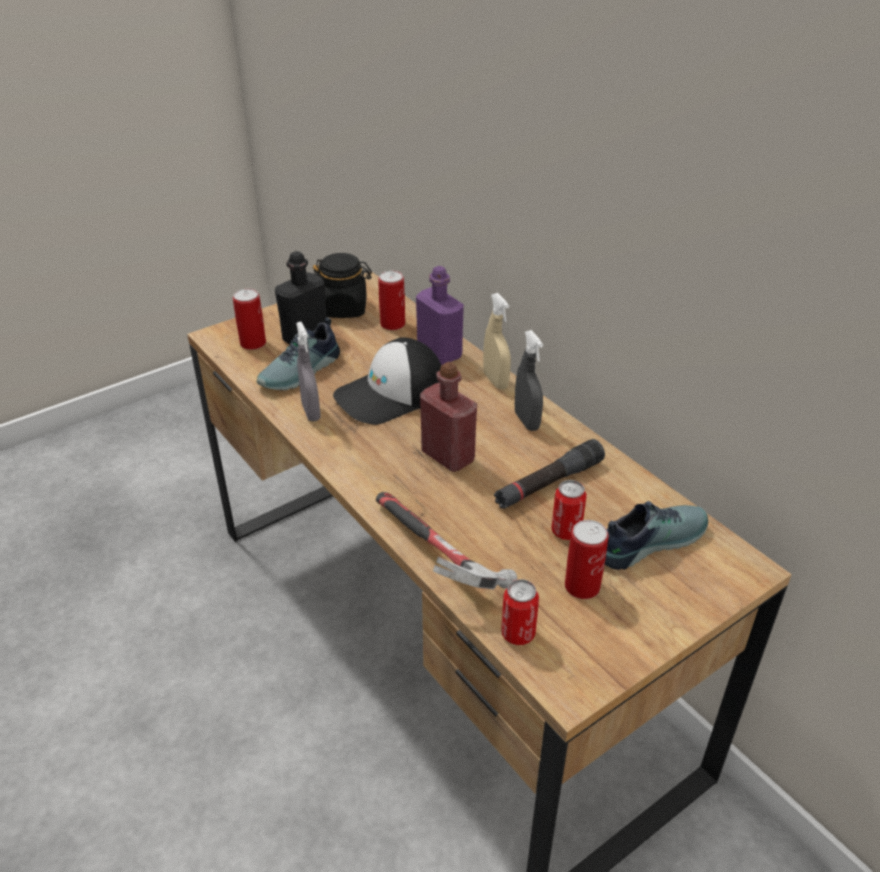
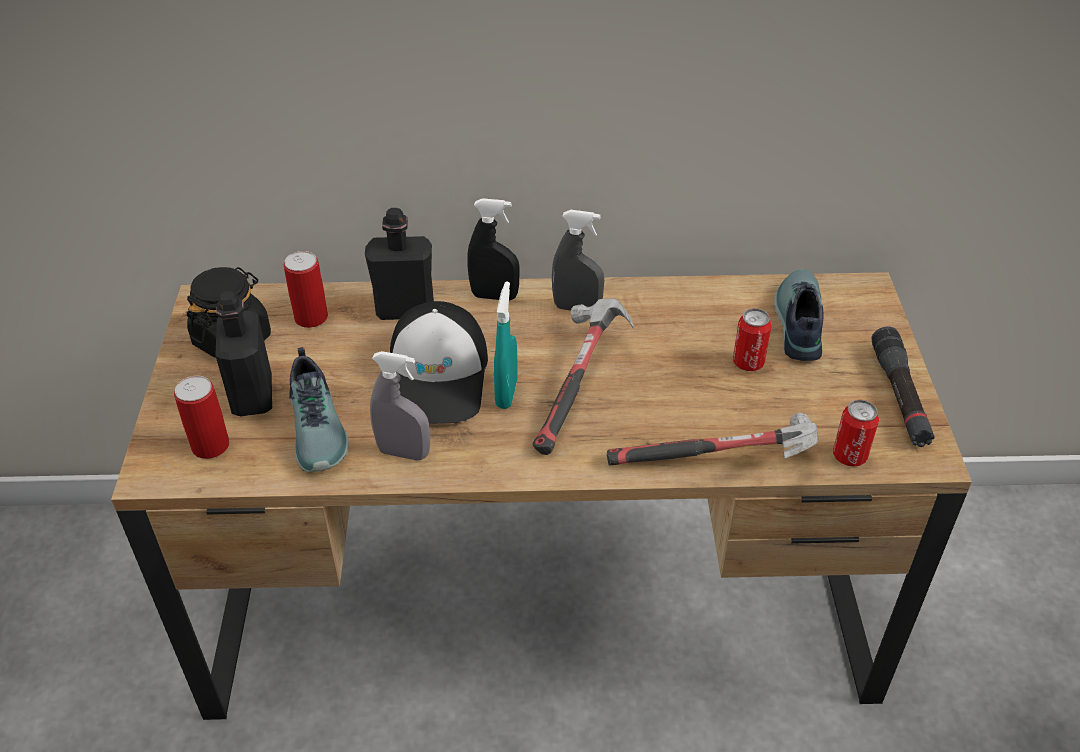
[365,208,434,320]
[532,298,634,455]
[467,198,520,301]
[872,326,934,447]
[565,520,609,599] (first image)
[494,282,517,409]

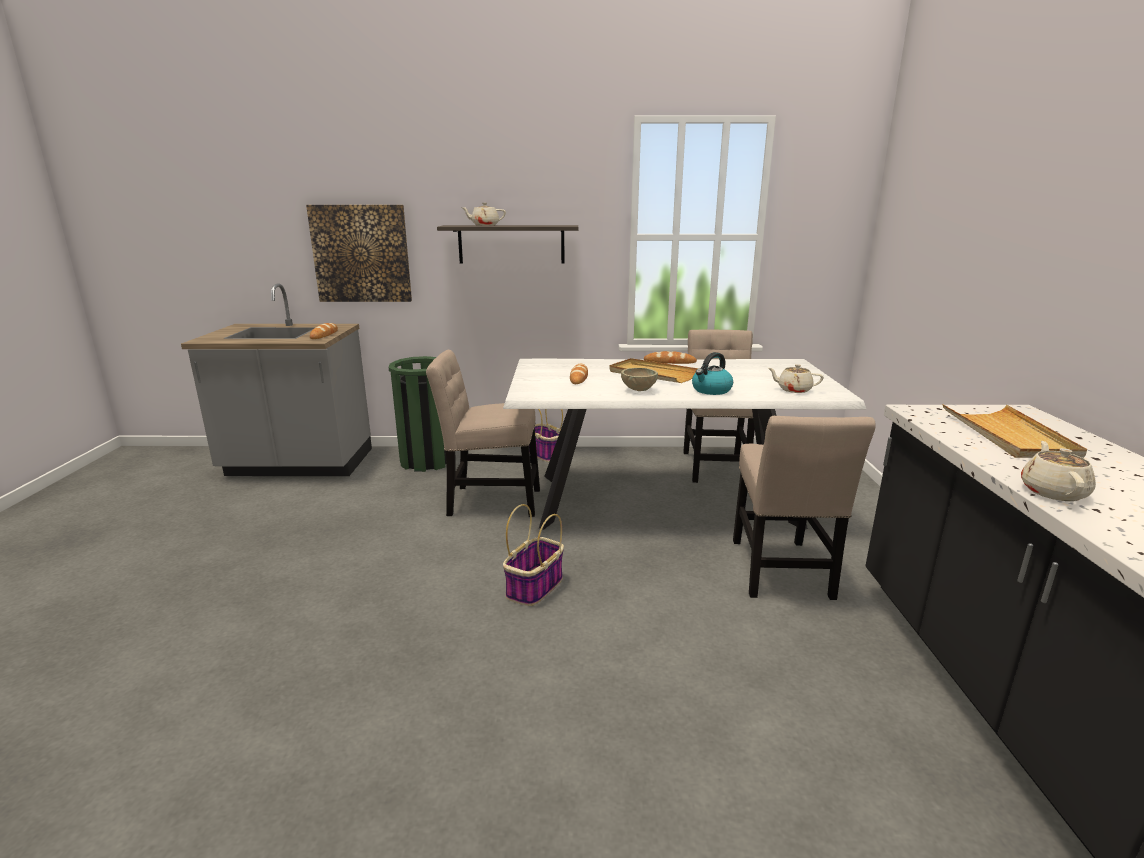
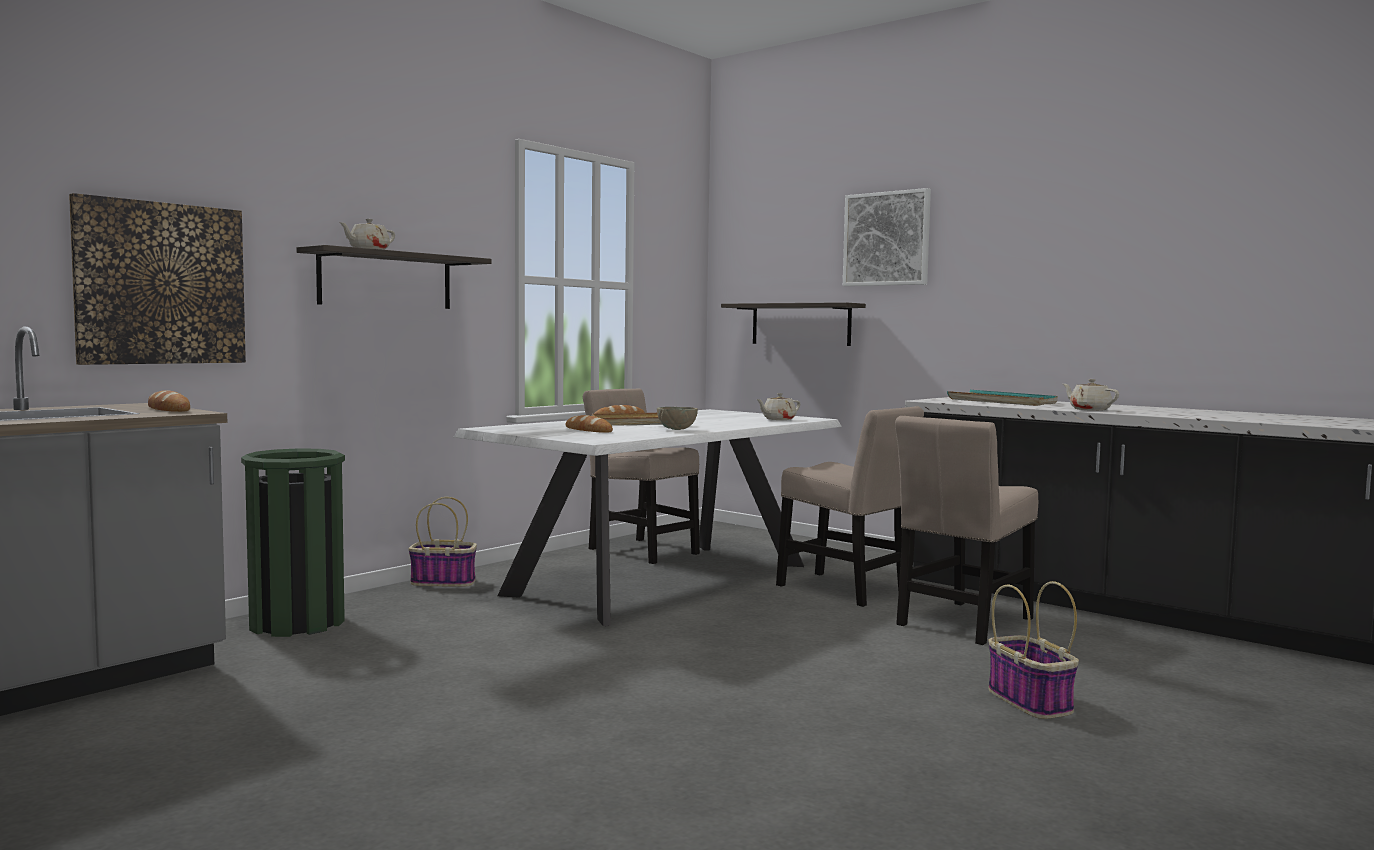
[895,416,1038,645]
[988,581,1079,719]
[692,352,733,395] (first image)
[947,390,1057,406]
[721,302,866,346]
[843,188,931,286]

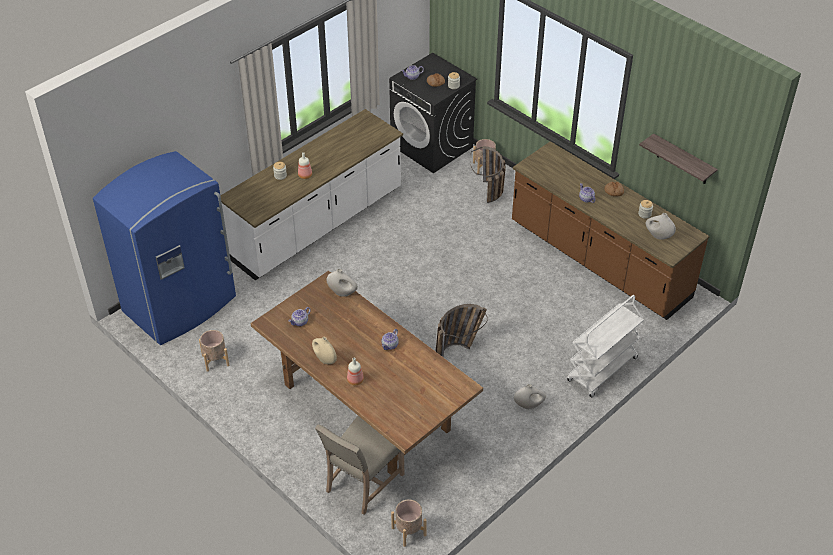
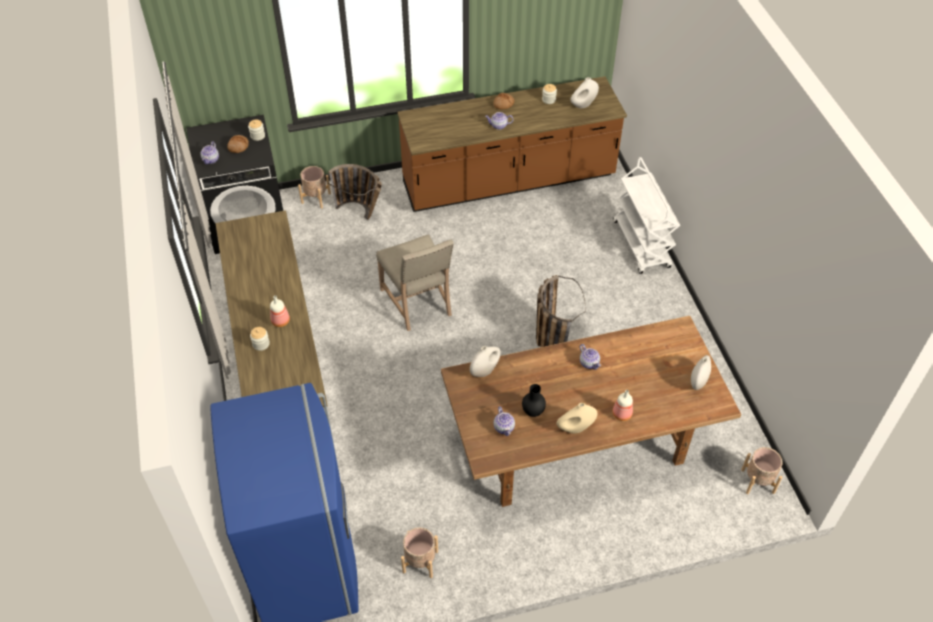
[376,234,454,331]
[691,355,711,390]
[639,133,718,184] (first image)
[522,384,546,417]

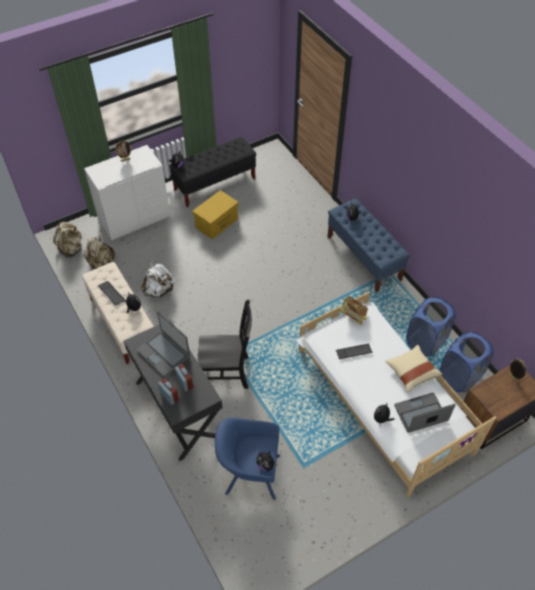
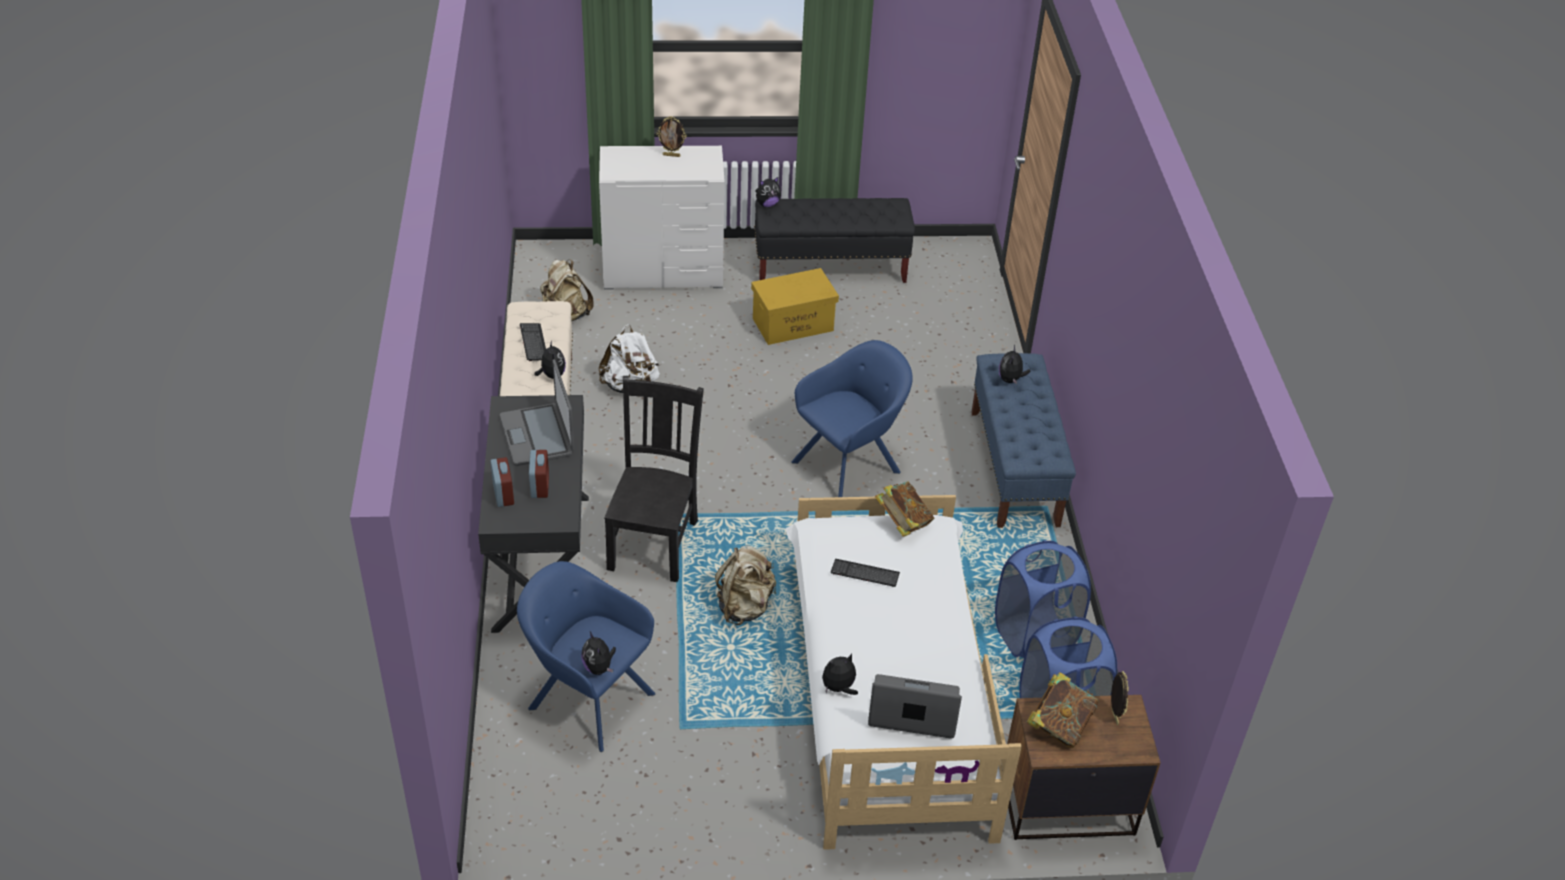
[715,545,776,625]
[604,376,704,582]
[385,345,442,392] (first image)
[791,340,913,497]
[1027,672,1098,748]

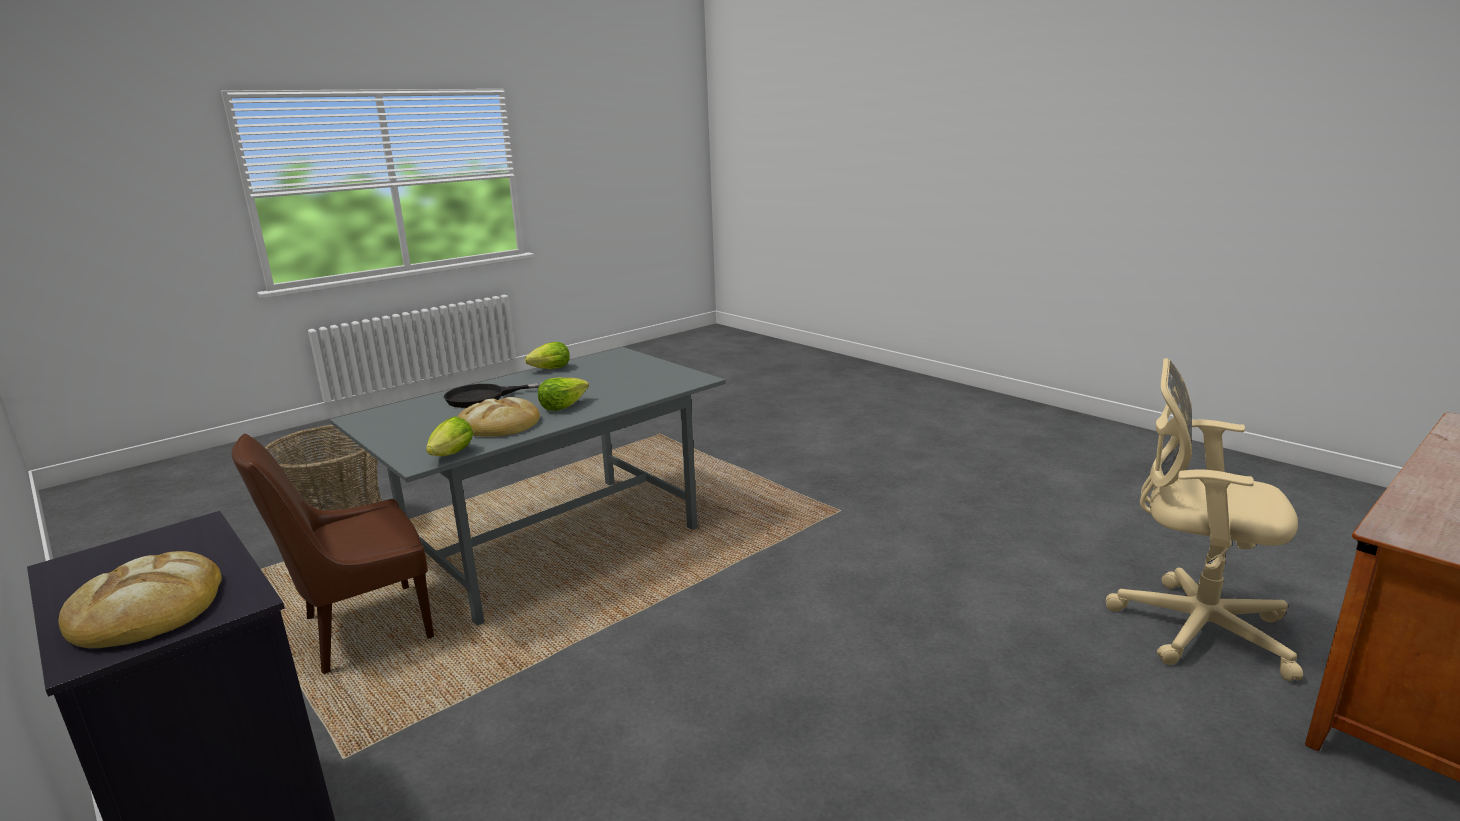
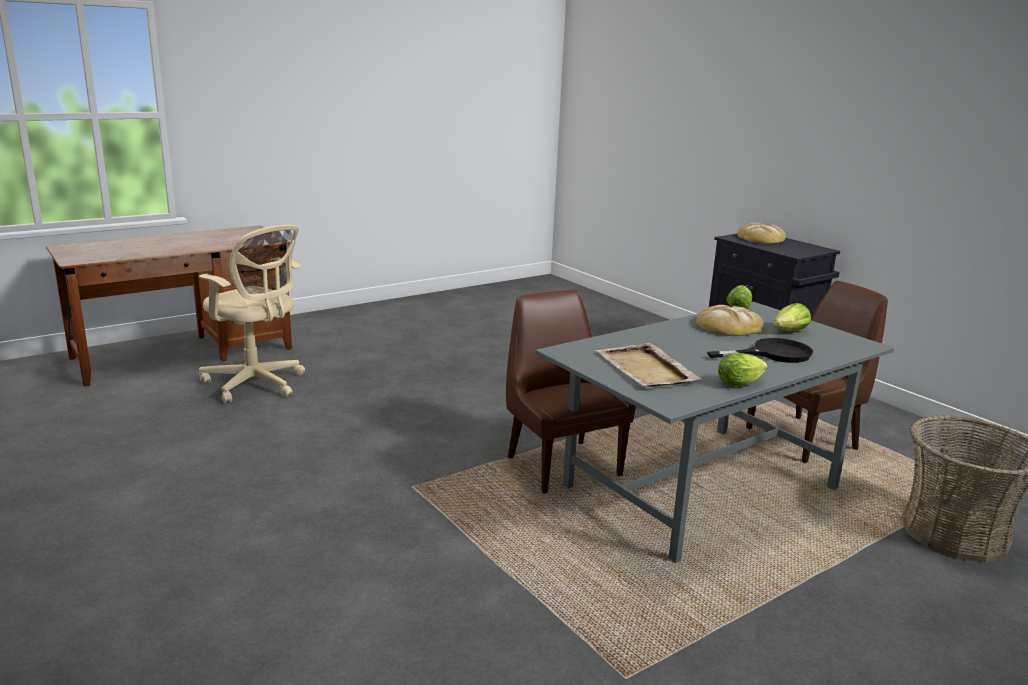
[773,303,811,331]
[506,290,636,494]
[596,343,701,387]

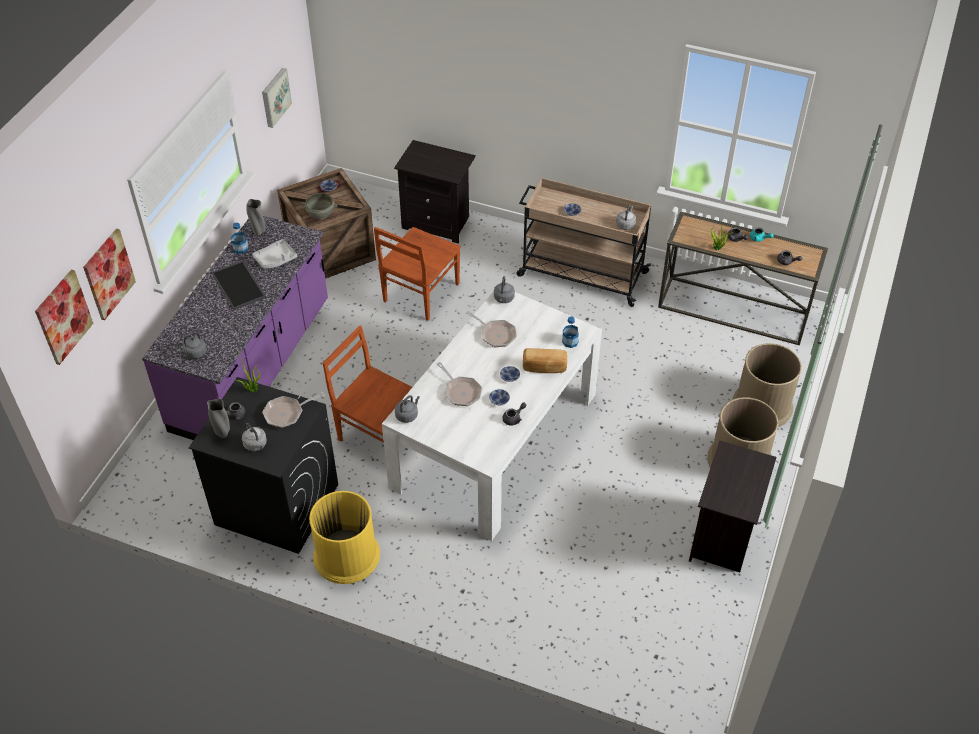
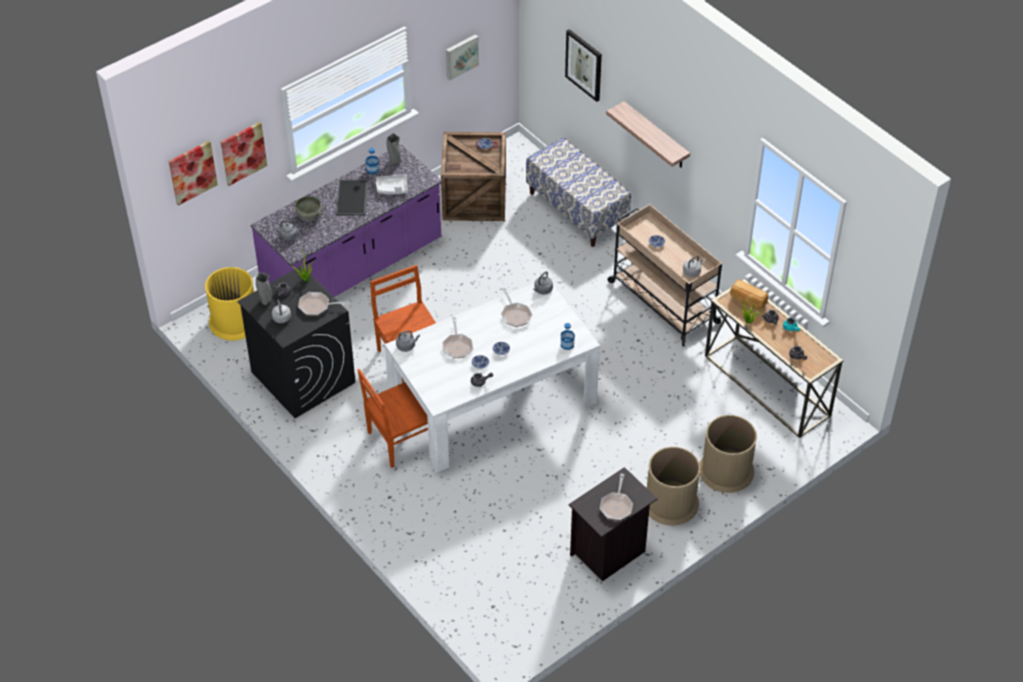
[295,196,322,221]
[205,267,254,340]
[358,369,428,468]
[526,138,631,247]
[730,279,768,310]
[565,29,602,102]
[600,474,633,520]
[606,101,690,167]

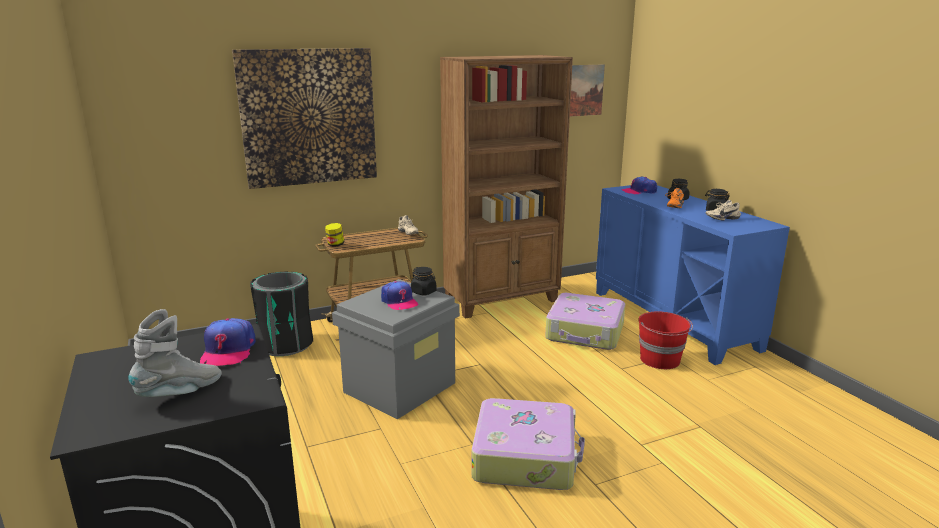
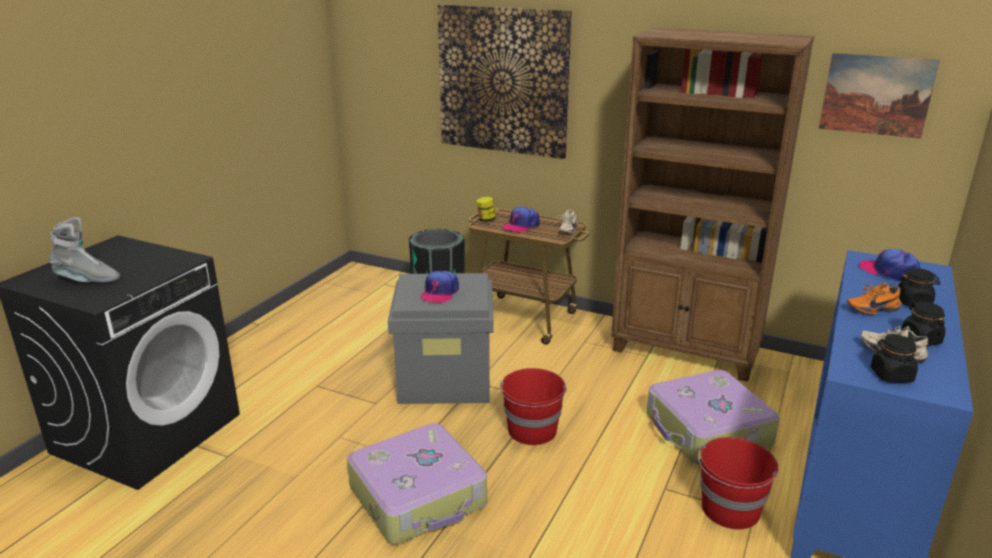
[502,207,540,233]
[871,334,918,383]
[500,368,567,445]

